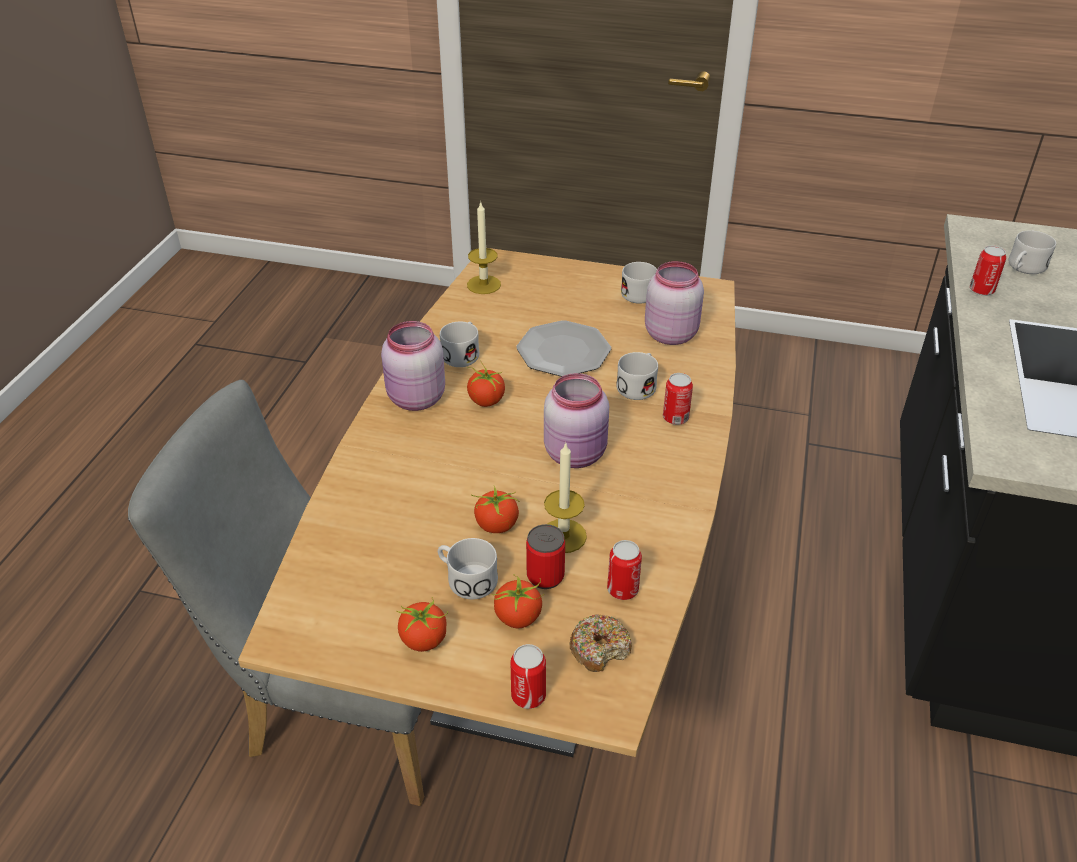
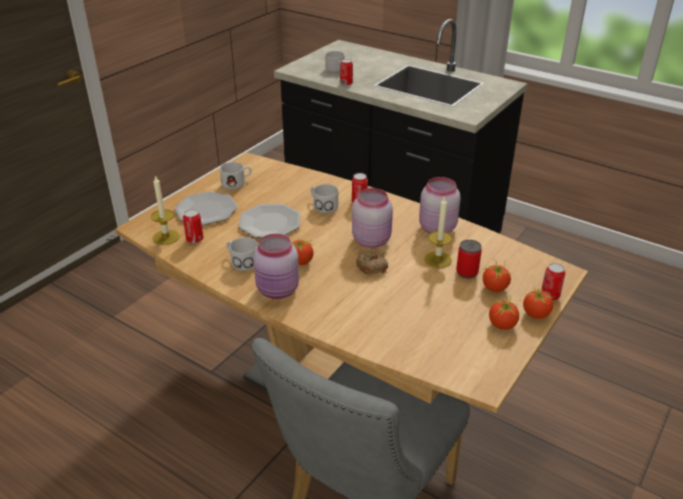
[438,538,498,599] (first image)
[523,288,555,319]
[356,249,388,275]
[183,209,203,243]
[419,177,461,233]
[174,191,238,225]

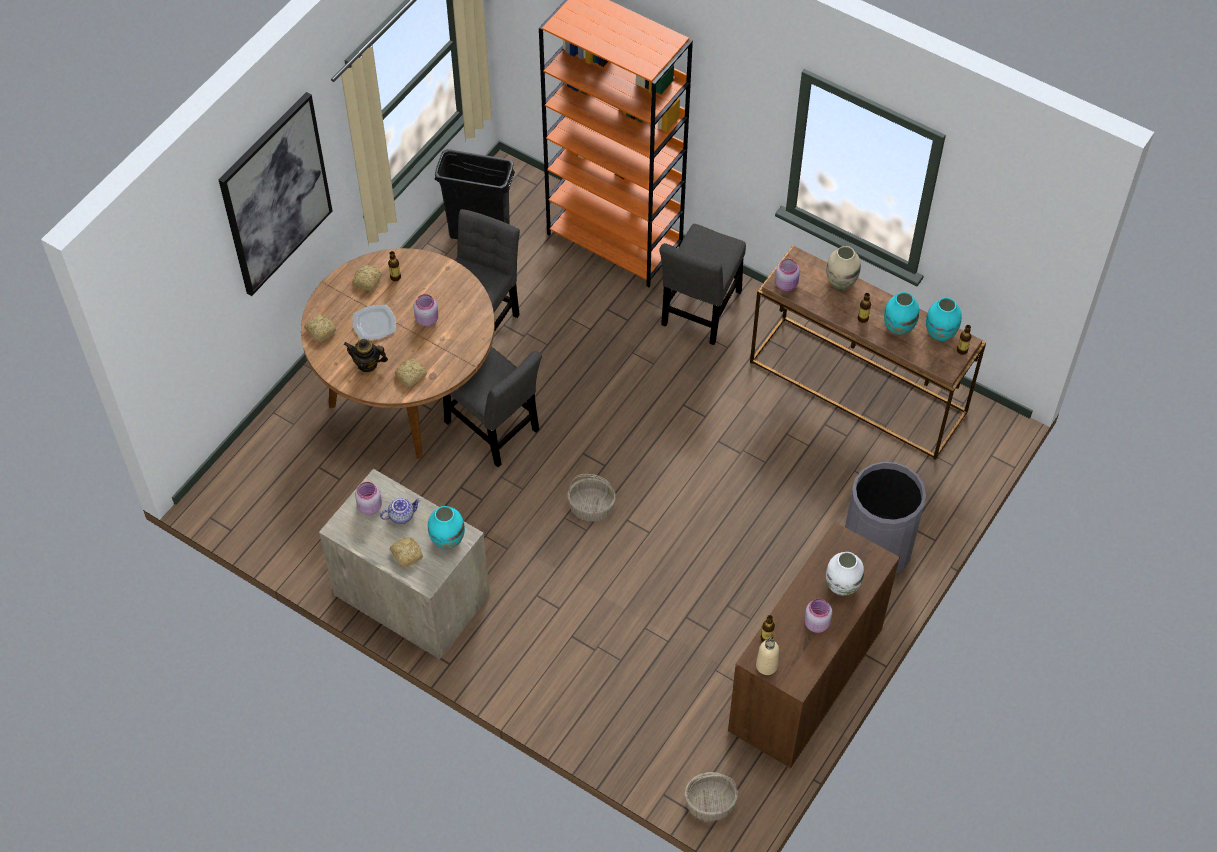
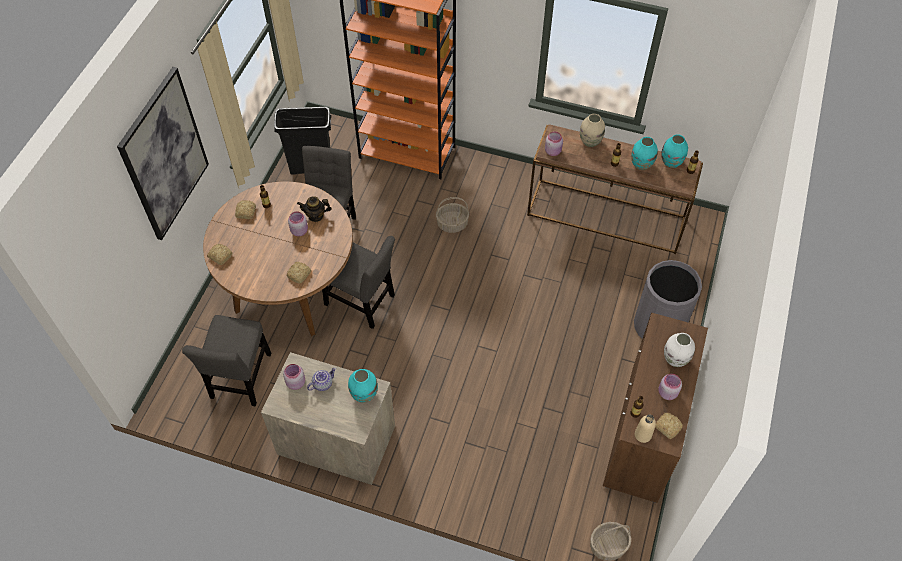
[297,196,332,222]
[353,305,396,340] (first image)
[655,413,683,439]
[436,197,469,233]
[182,315,271,406]

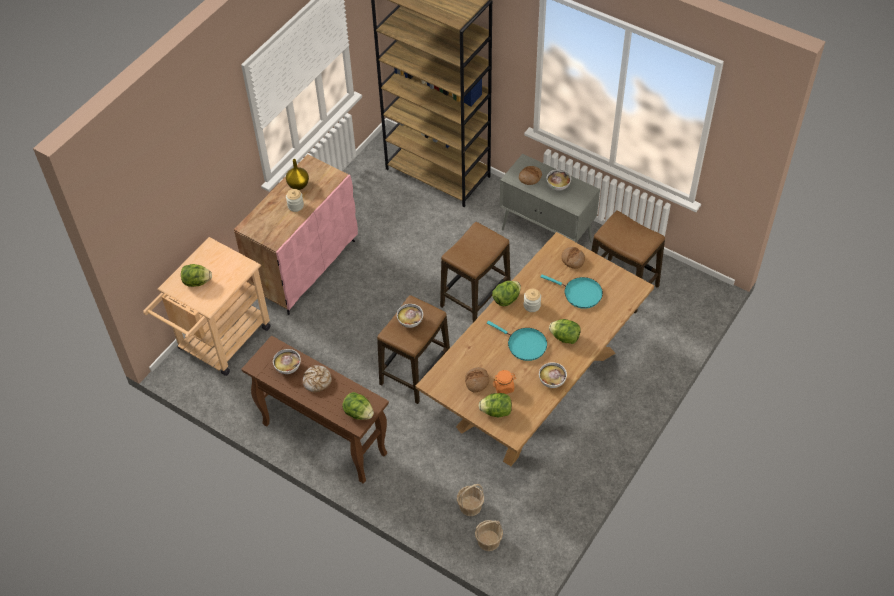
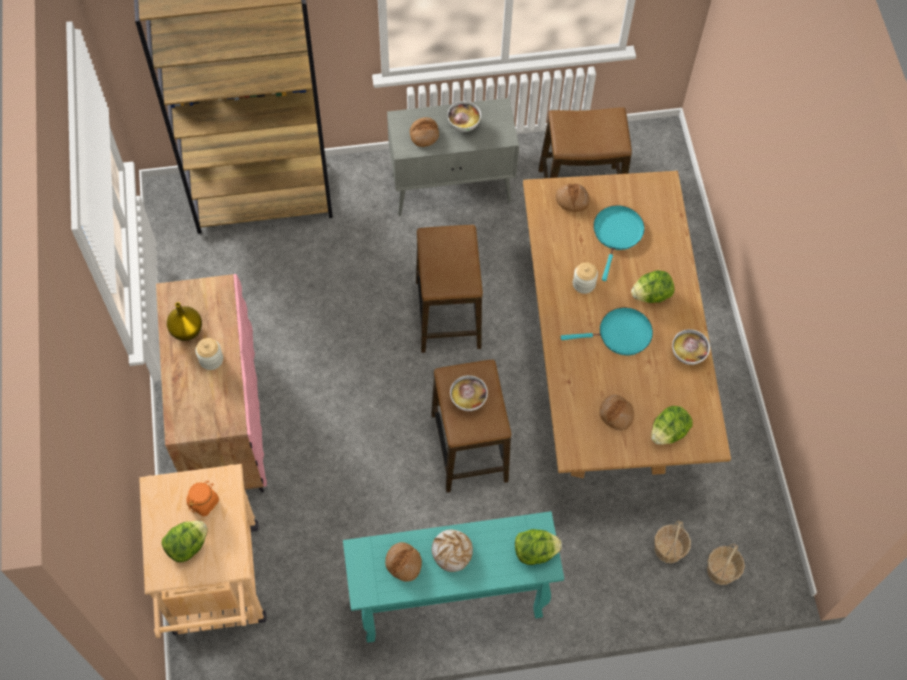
[343,511,564,643]
[385,542,422,582]
[492,281,521,306] (first image)
[186,480,219,516]
[593,205,644,281]

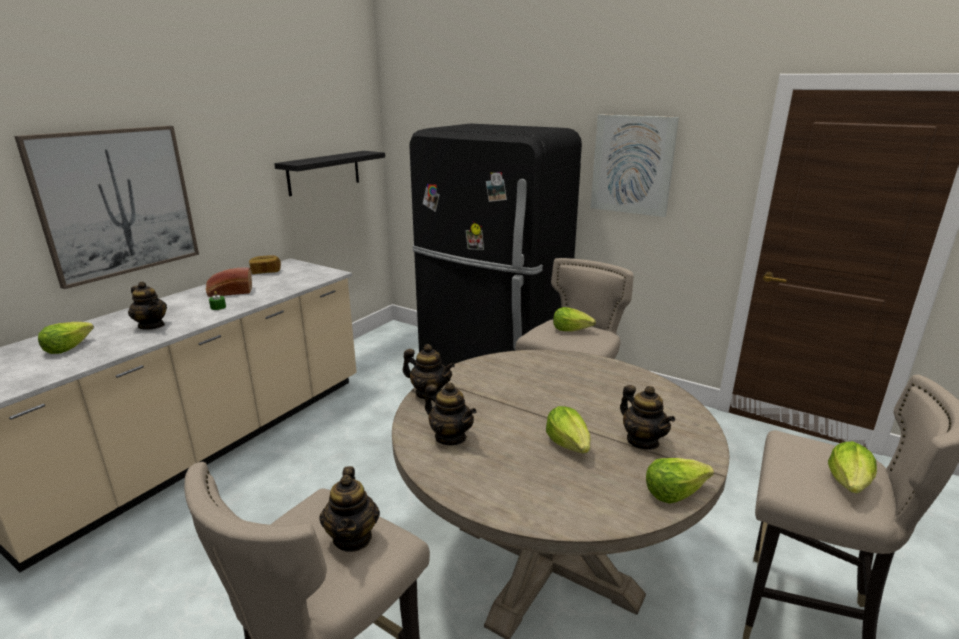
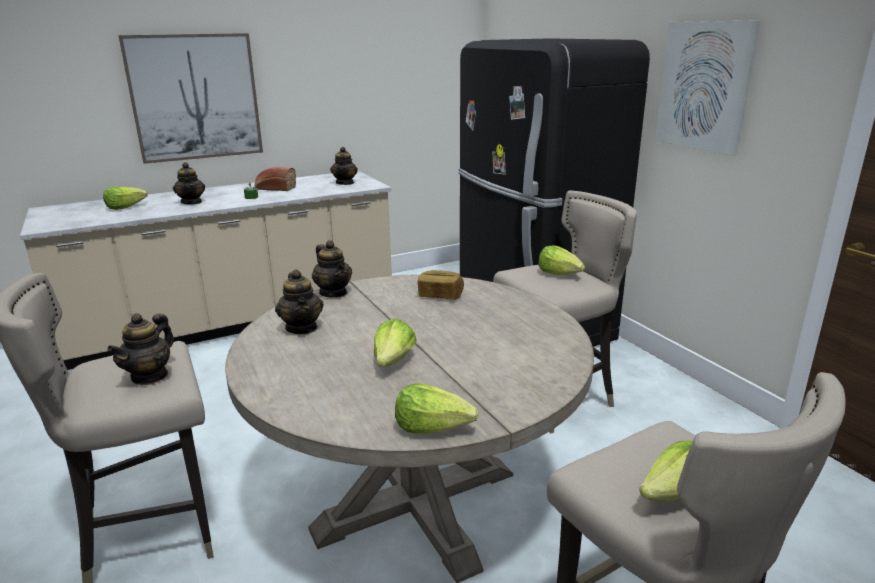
[418,270,464,300]
[274,151,385,196] (first image)
[330,147,358,185]

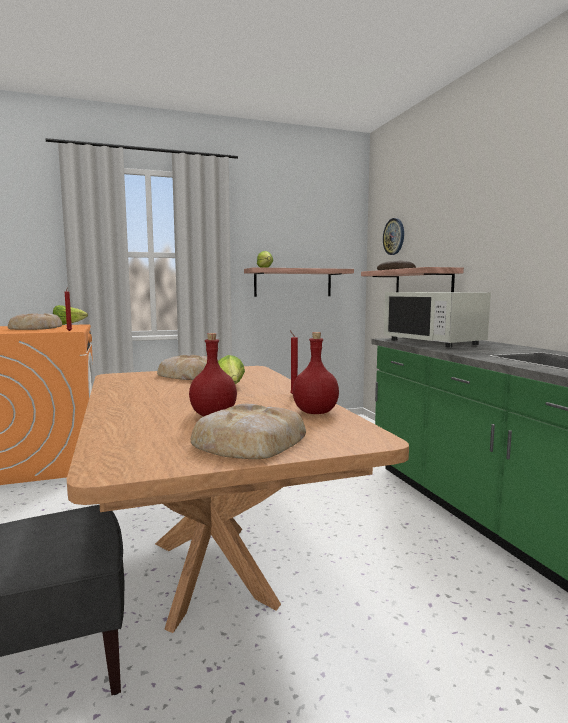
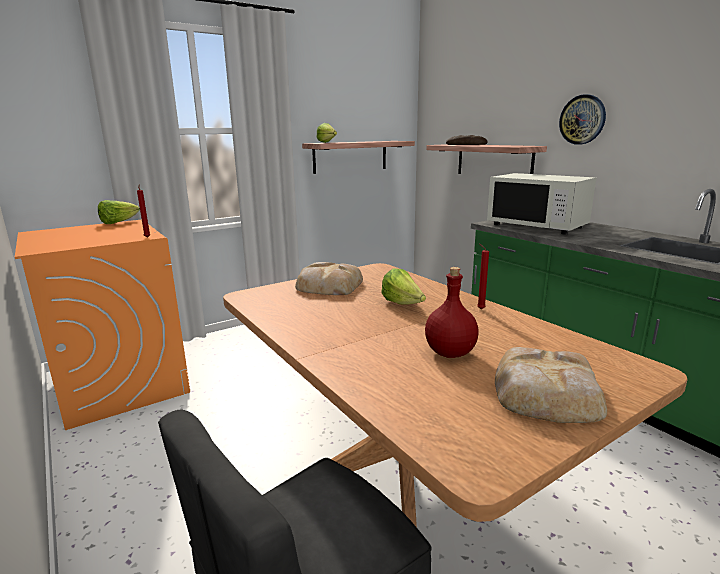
[8,313,62,330] (first image)
[293,332,339,414] (first image)
[559,94,606,145]

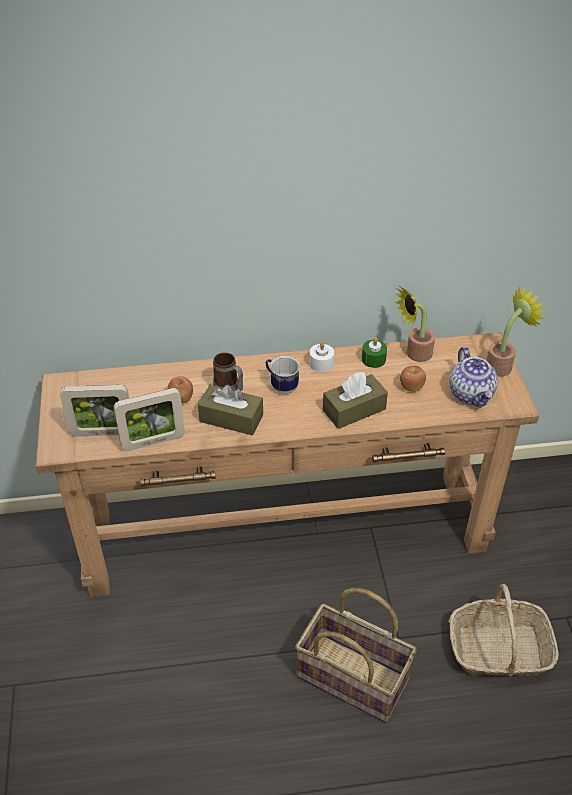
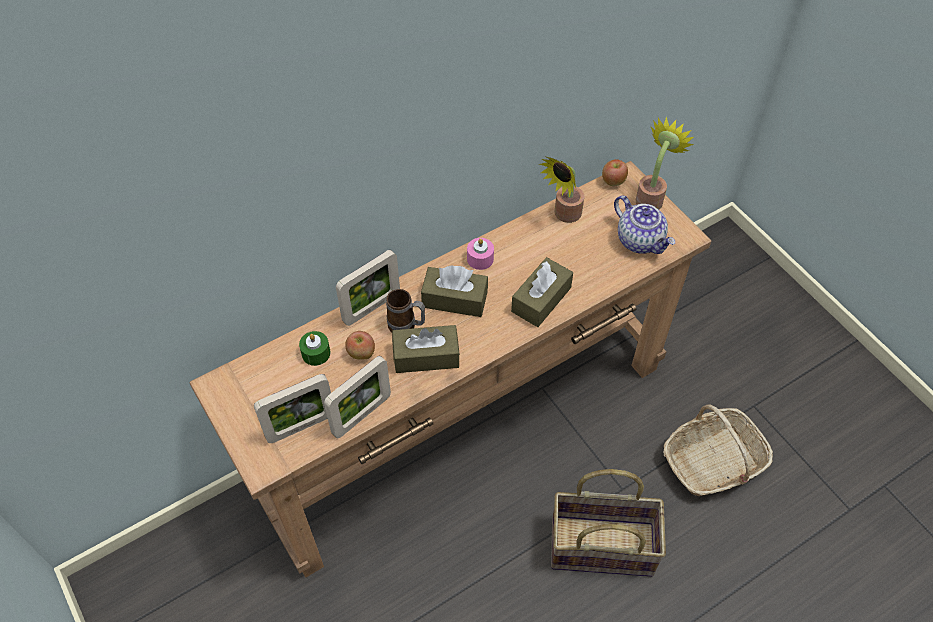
[421,265,488,317]
[467,238,494,270]
[299,331,330,366]
[602,159,628,186]
[336,250,400,326]

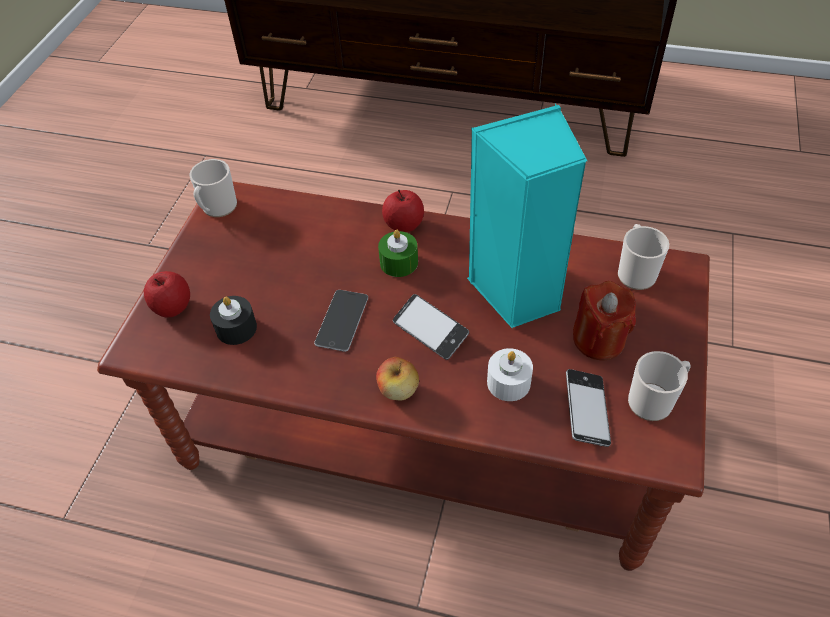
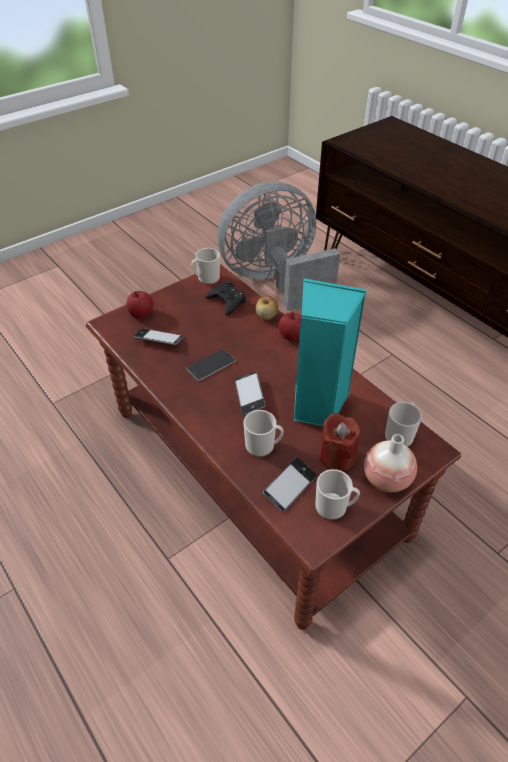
[134,328,183,345]
[255,296,278,320]
[378,230,418,277] (first image)
[243,410,284,457]
[205,282,246,316]
[217,181,340,311]
[364,434,417,492]

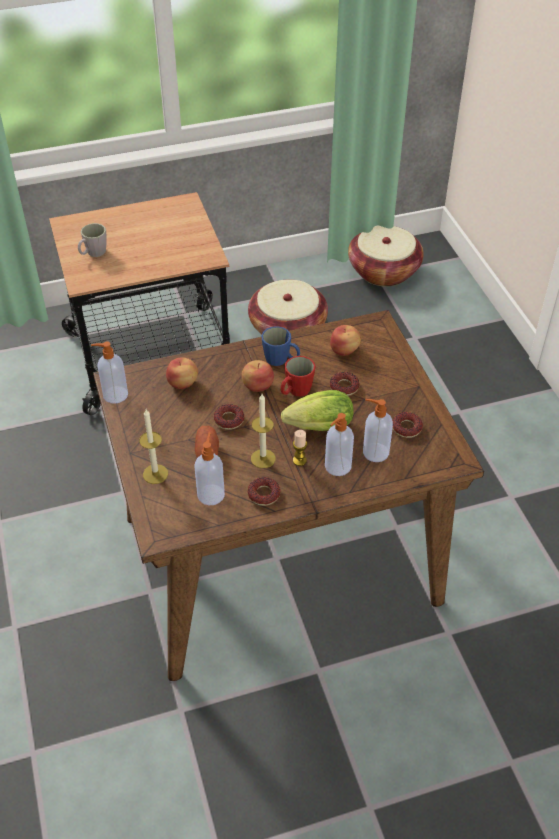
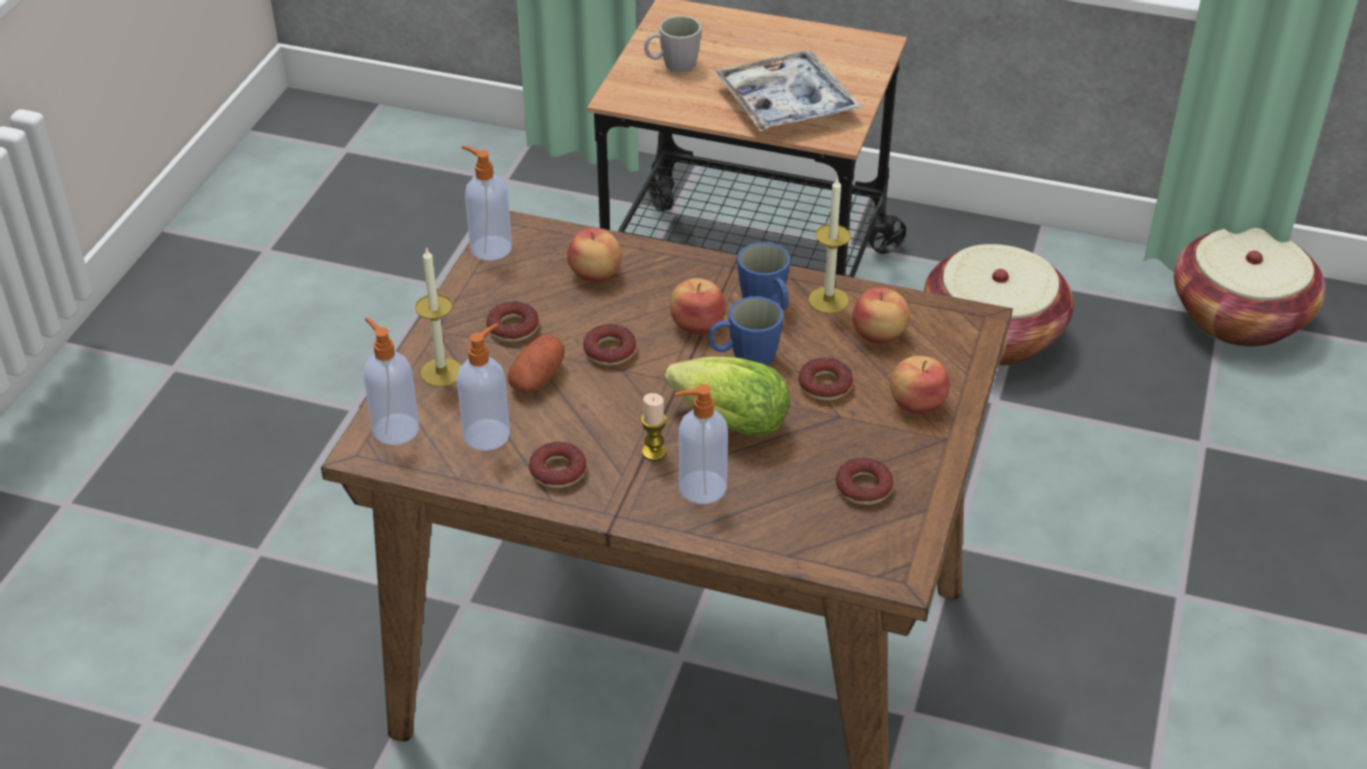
[808,176,851,314]
[708,296,784,366]
[364,317,419,445]
[486,301,539,342]
[713,50,862,132]
[890,356,950,414]

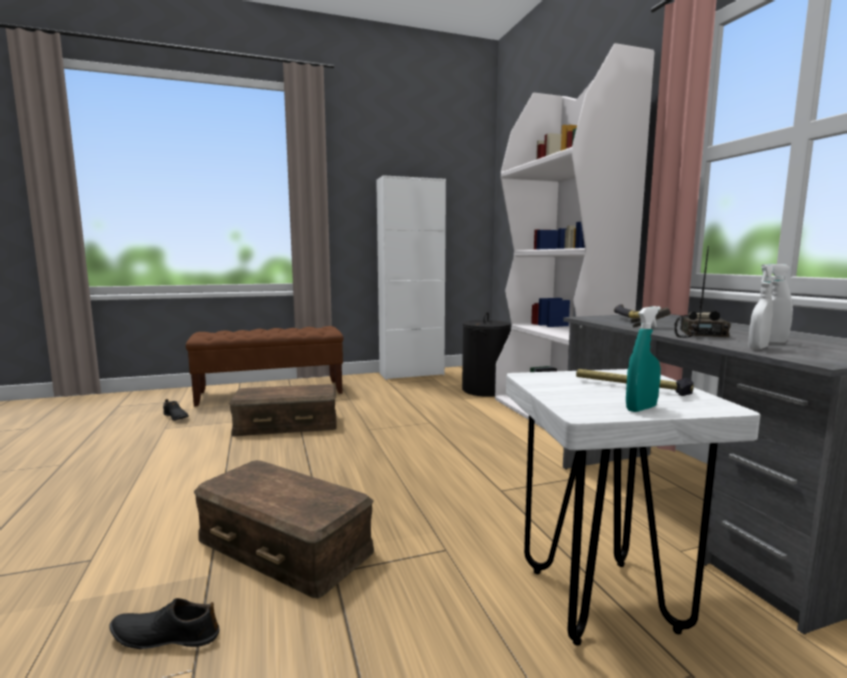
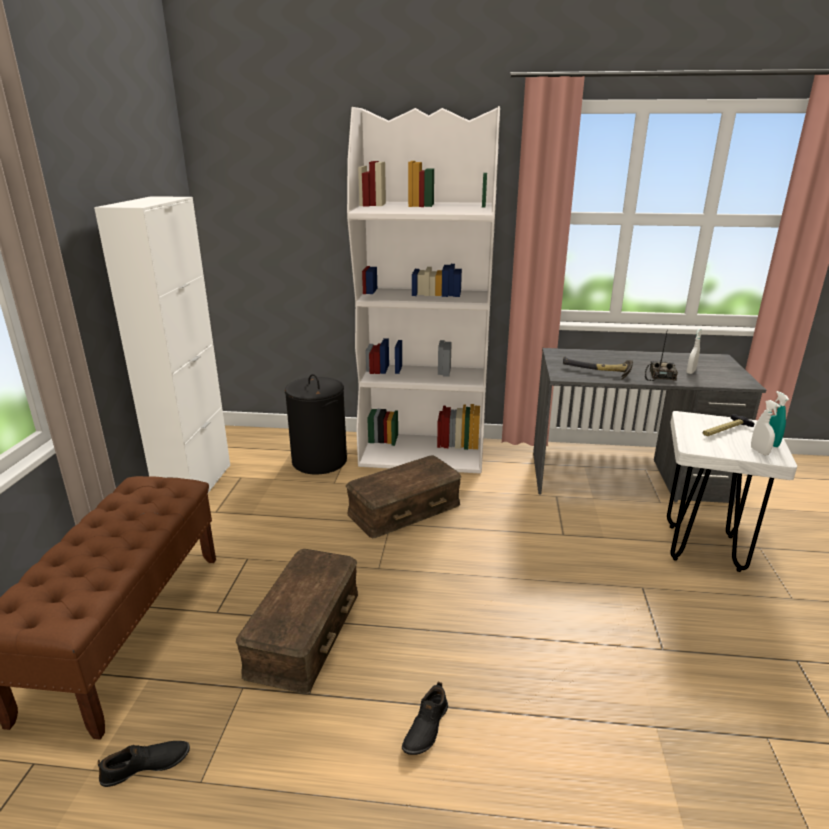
[402,682,448,755]
[346,455,461,538]
[645,329,678,381]
[751,400,781,455]

